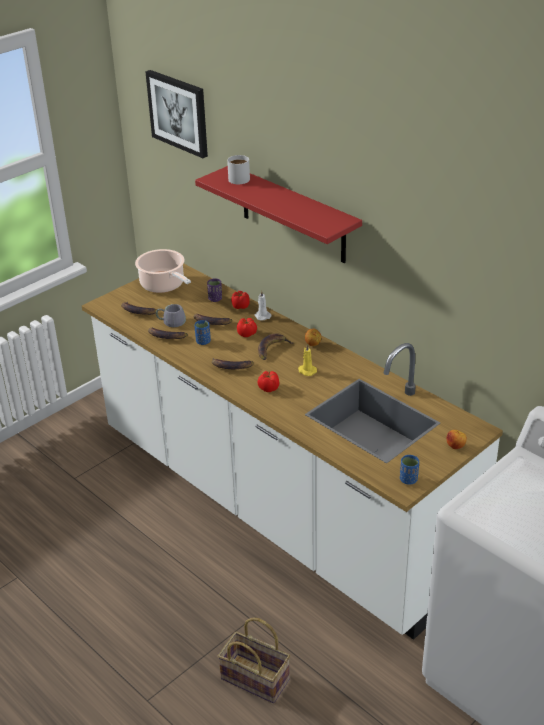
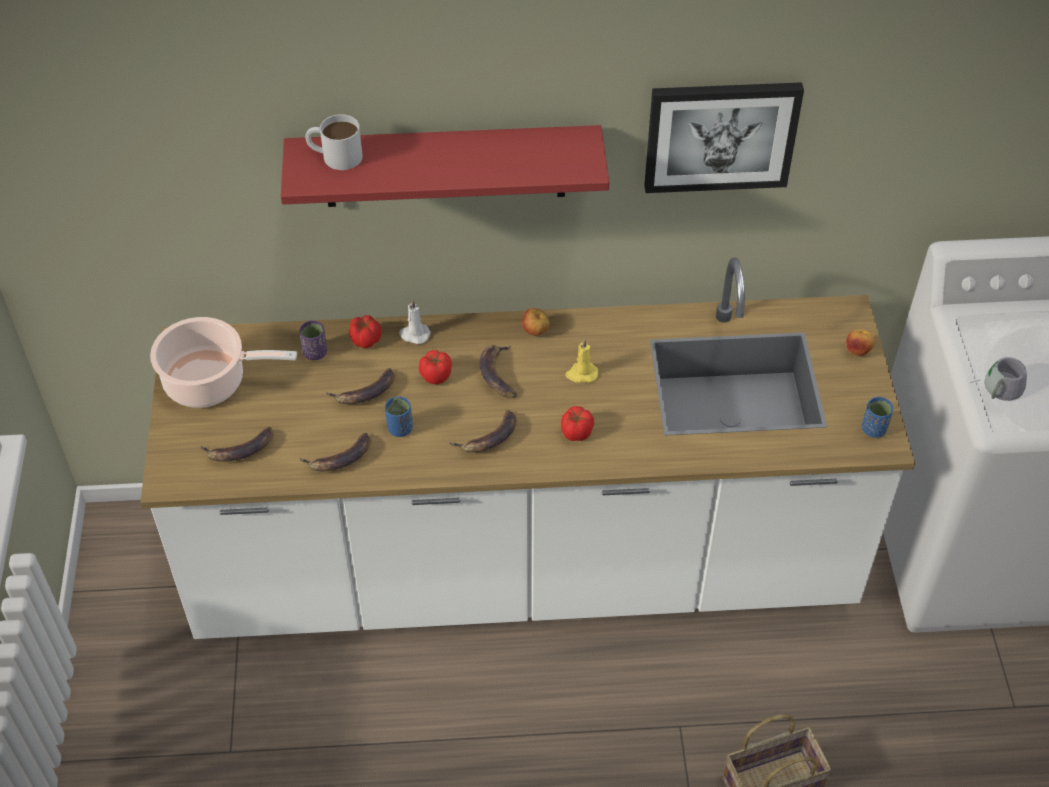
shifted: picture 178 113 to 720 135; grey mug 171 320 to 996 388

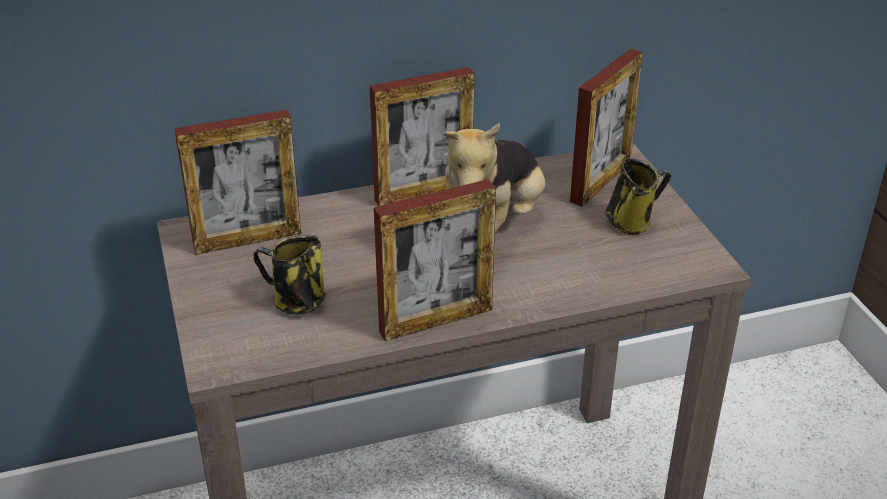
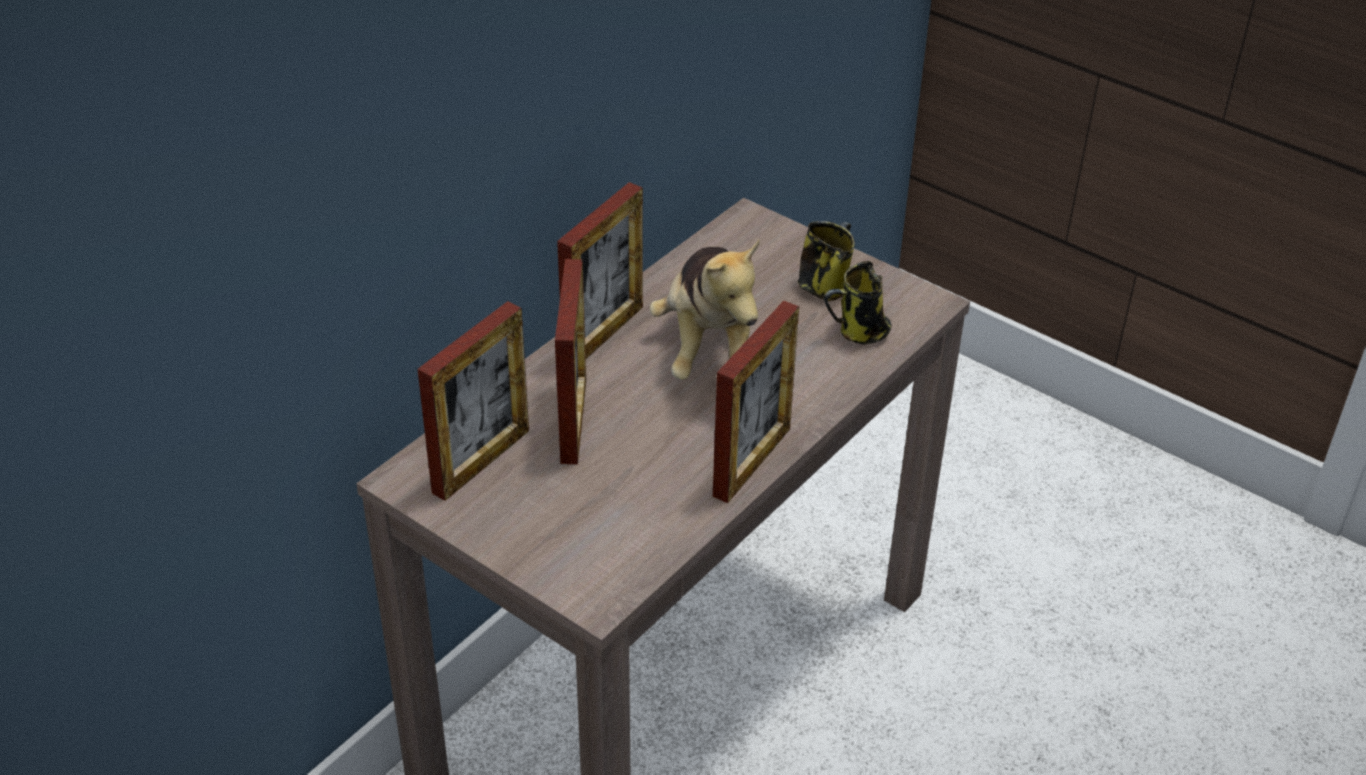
shifted: mug 296 302 to 859 332; picture frame 600 182 to 573 421

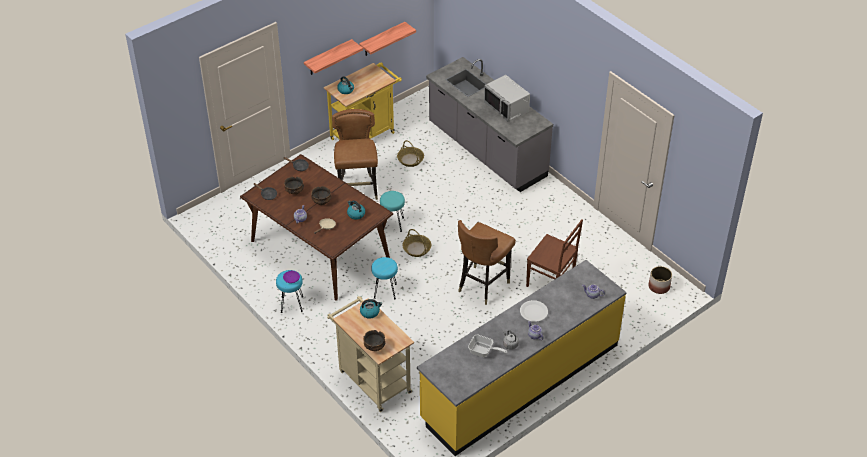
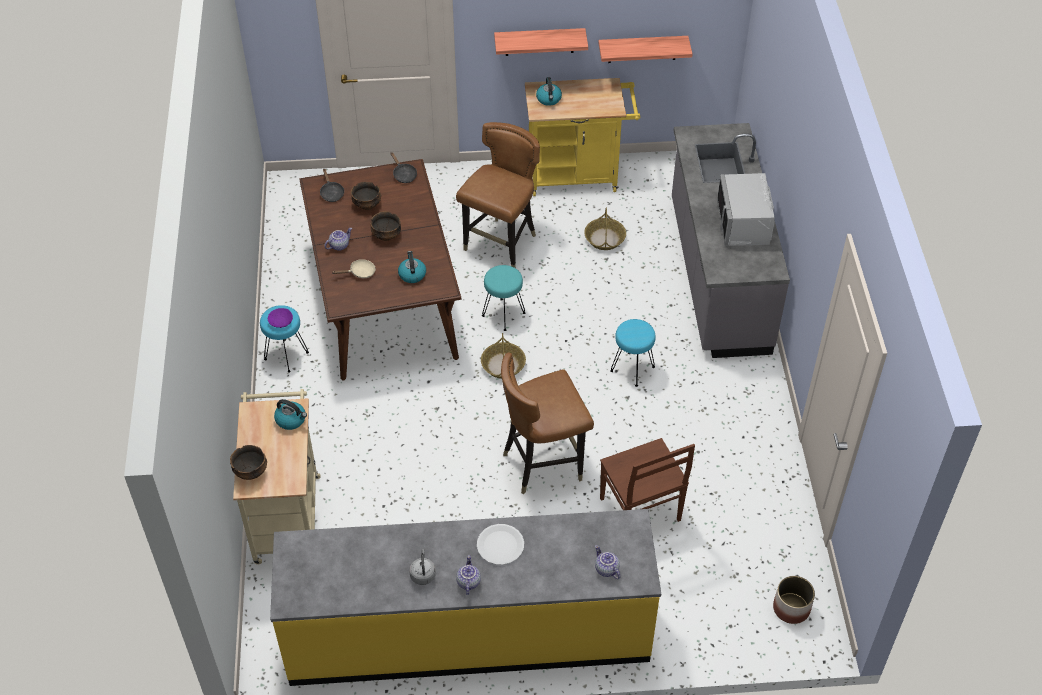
gone: frying pan 483 352
shifted: turquoise stool 385 291 to 632 369

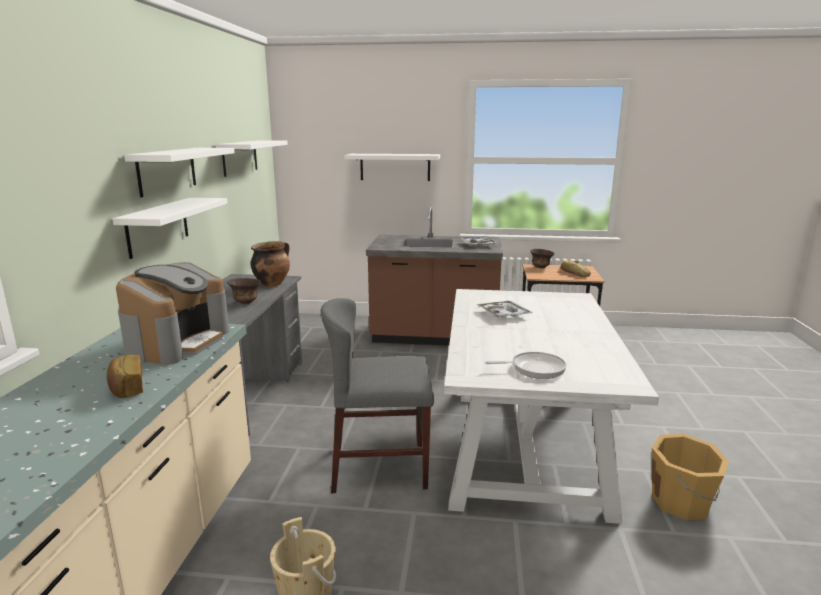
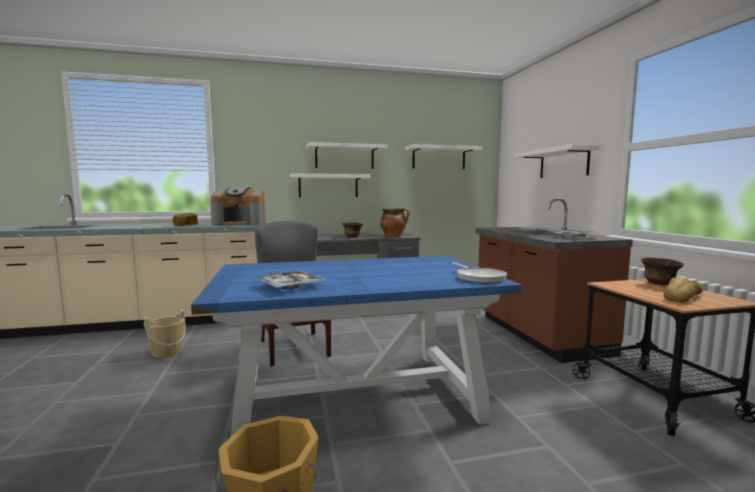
shifted: tray 503 314 to 289 286; frying pan 534 368 to 479 278
repainted: white dining table 523 443 to blue dining table 356 396

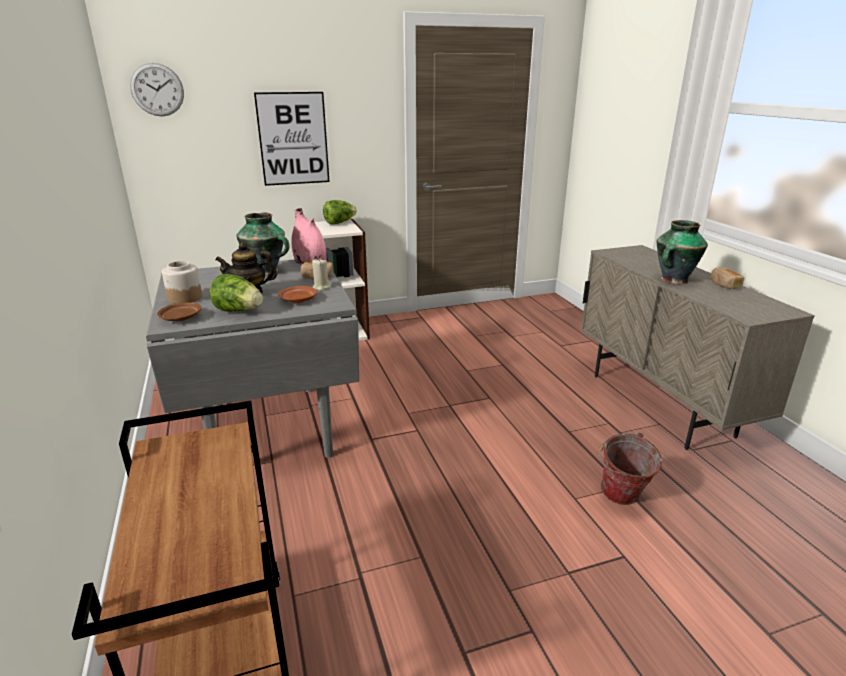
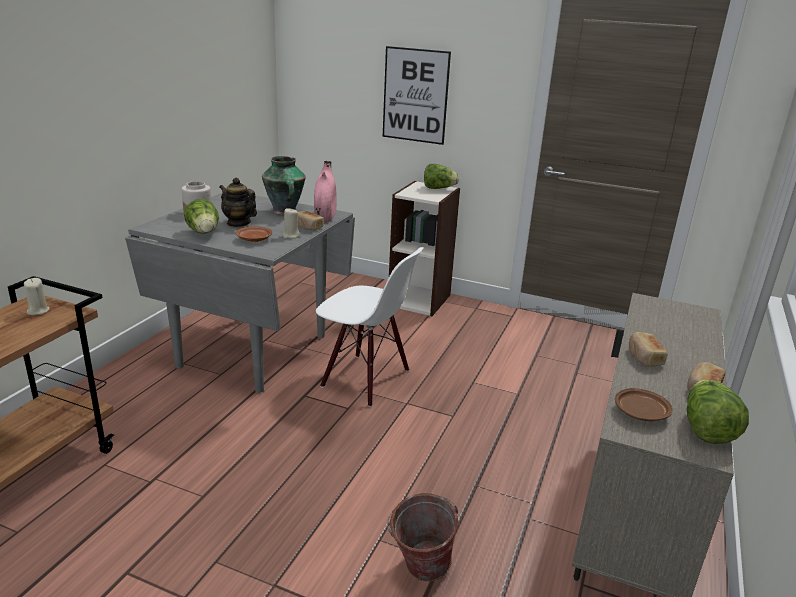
gone: wall clock 157 90
new: beige candle 38 311; white chair 365 379; lettuce 706 429
shifted: brown plate 181 318 to 641 413
swapped: vase 673 280 to bread 644 357

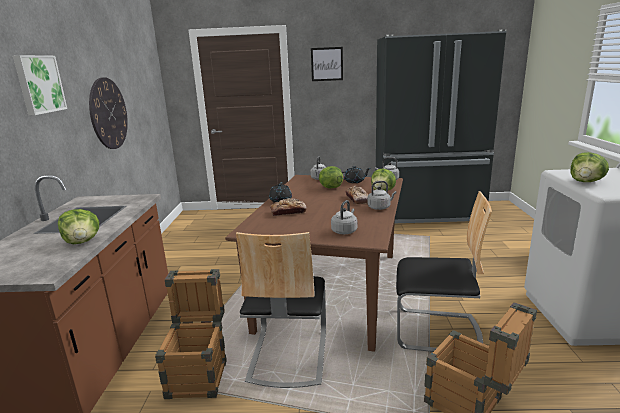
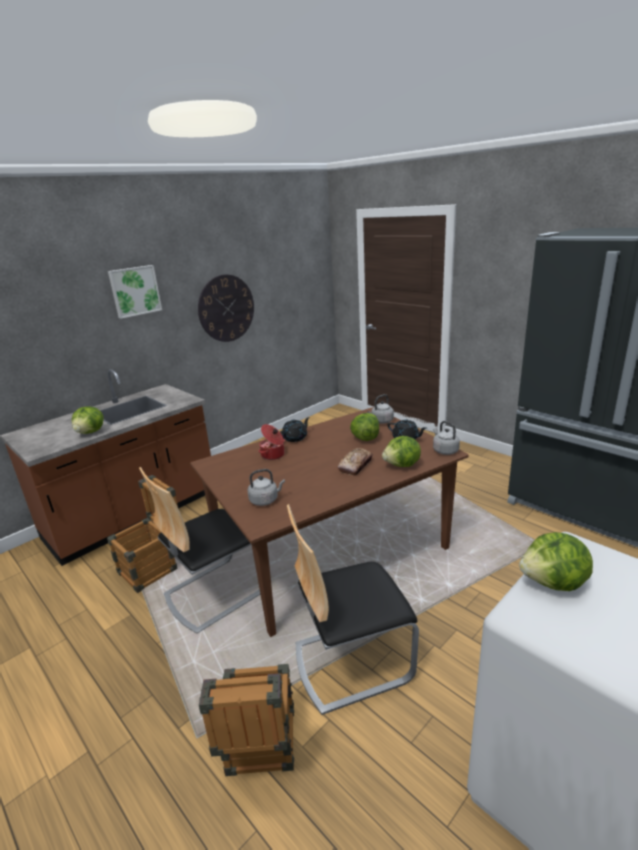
gone: picture 327 64; grey kettle 380 207
swapped: bread 288 212 to cooking pot 273 455
rotated: chair 437 332 = 351 661 105 degrees clockwise

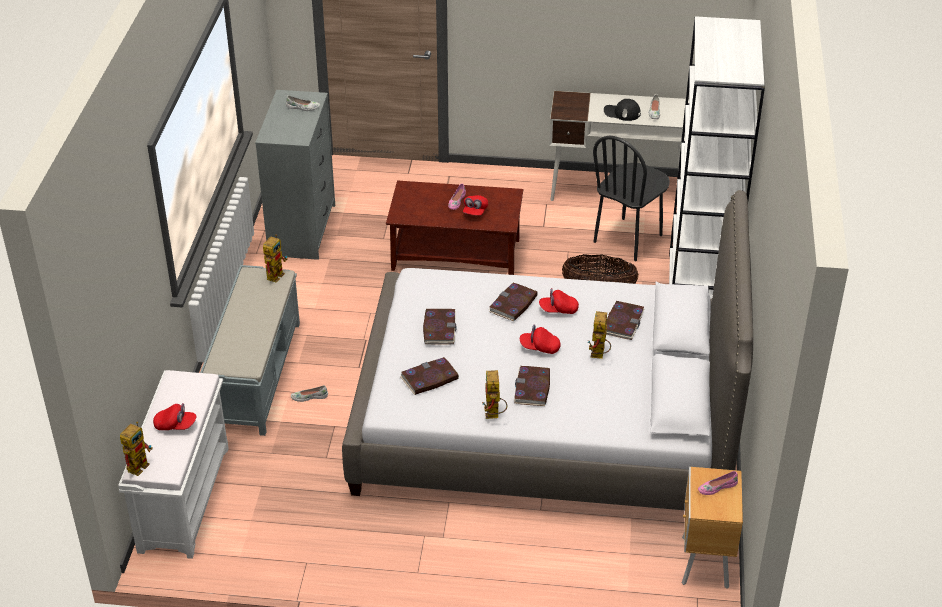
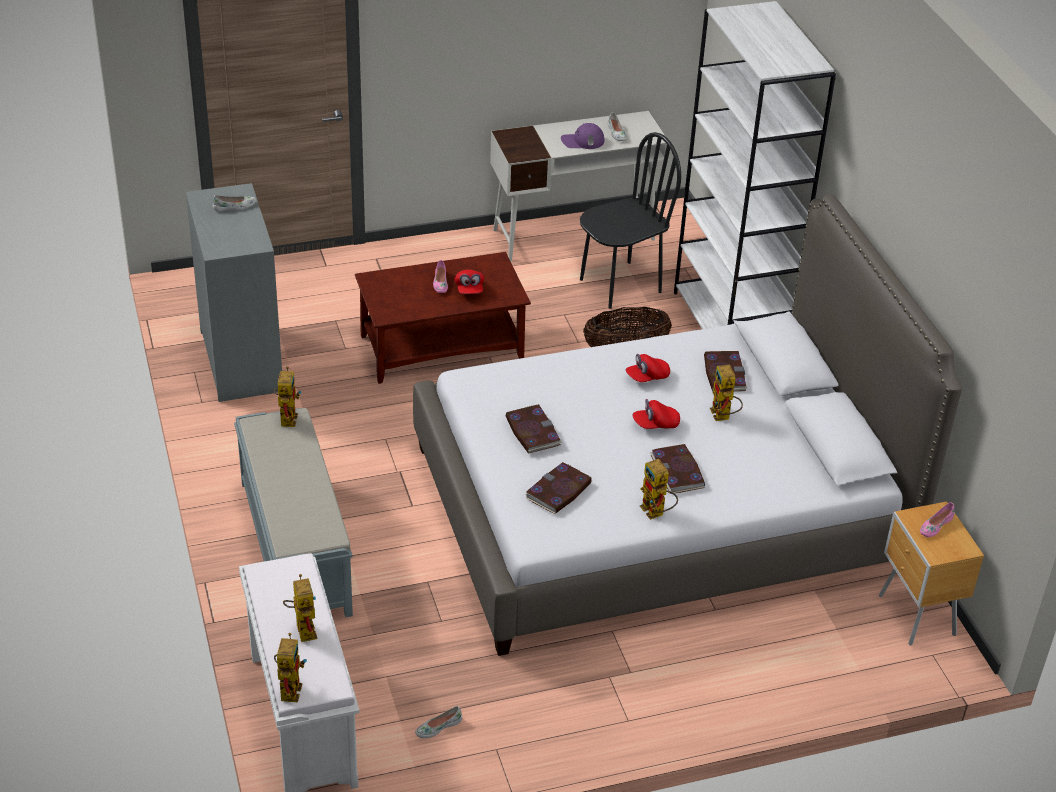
gone: book 513 304
shifted: white shoe 309 397 to 438 727
swapped: red cap 175 425 to toy robot 302 628
repainted: black cap 622 113 to purple cap 582 141
rotated: black chair 628 239 = 620 285 135 degrees counterclockwise

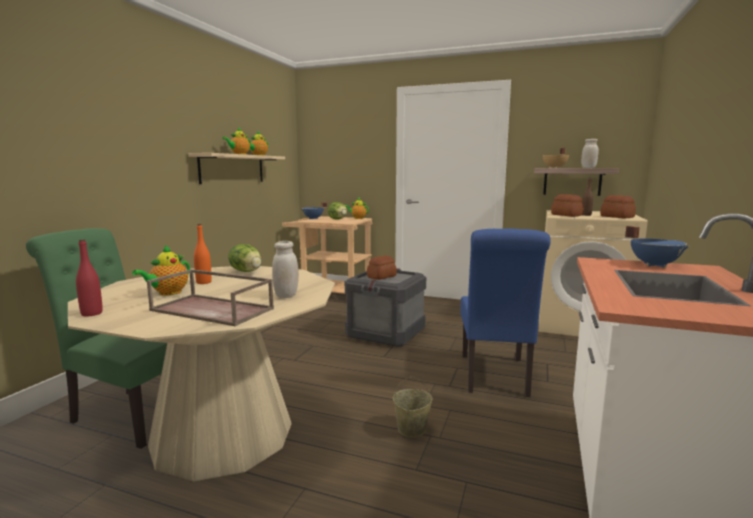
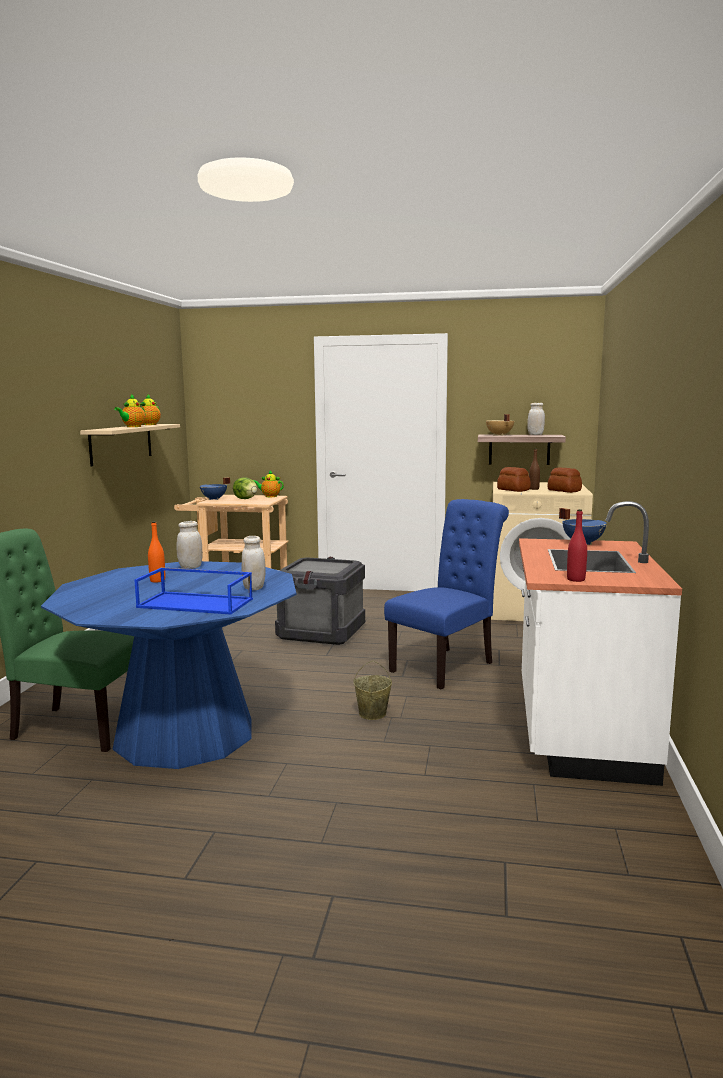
gone: teapot 168 293; bread 381 277
shifted: red bottle 91 313 to 576 579
swapped: lettuce 246 271 to white jar 190 567
repainted: beige dining table 223 434 to blue dining table 185 733; brown tray 214 309 to blue tray 197 603
rotated: blue chair 495 377 = 447 665 135 degrees counterclockwise

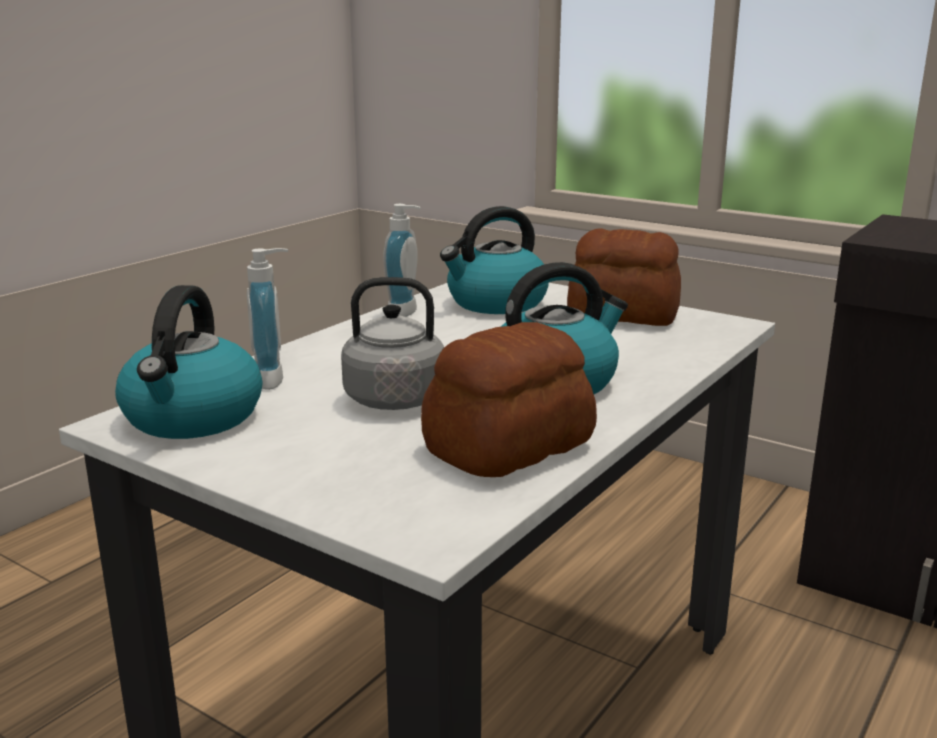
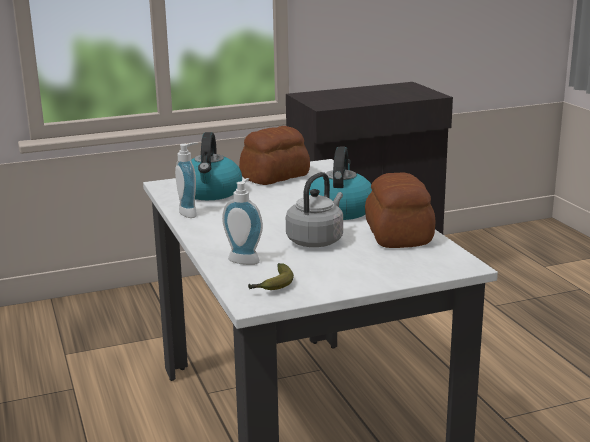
swapped: kettle 193 418 to banana 272 285

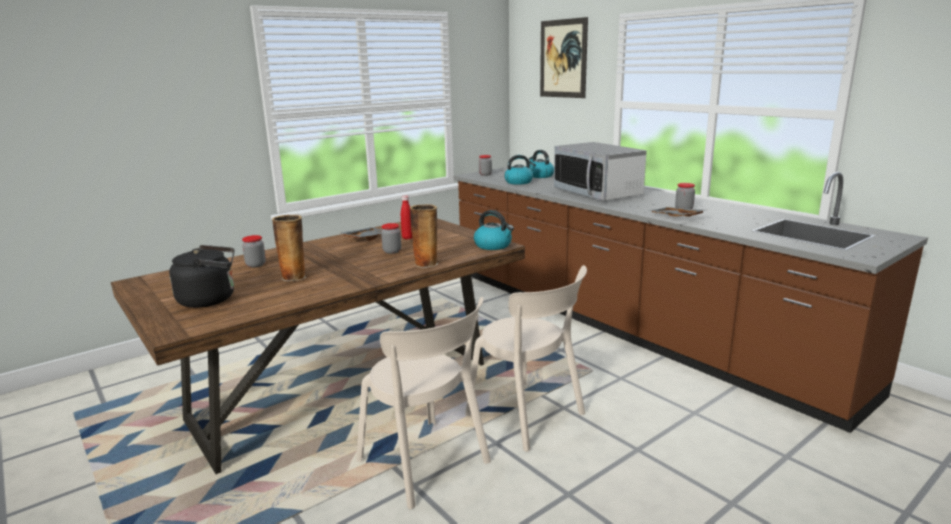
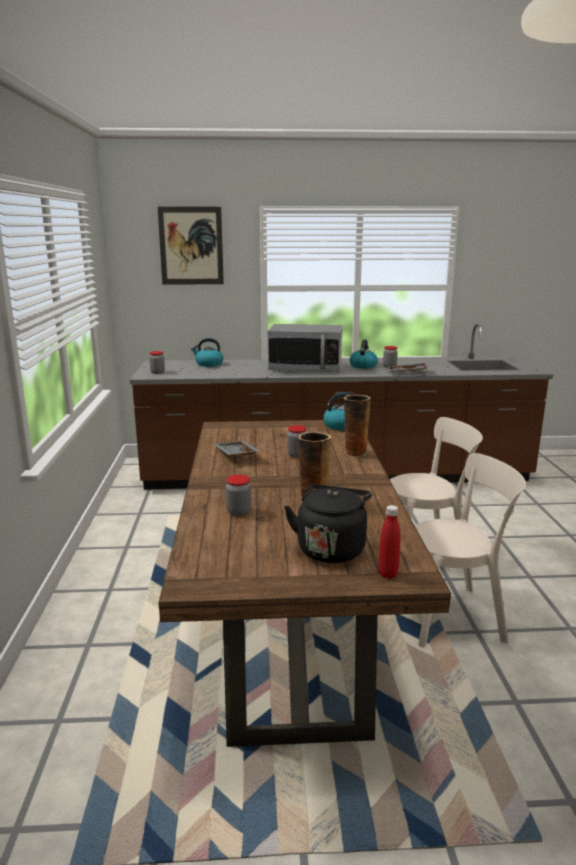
shifted: red bottle 407 238 to 388 574; kettle 519 182 to 363 366

